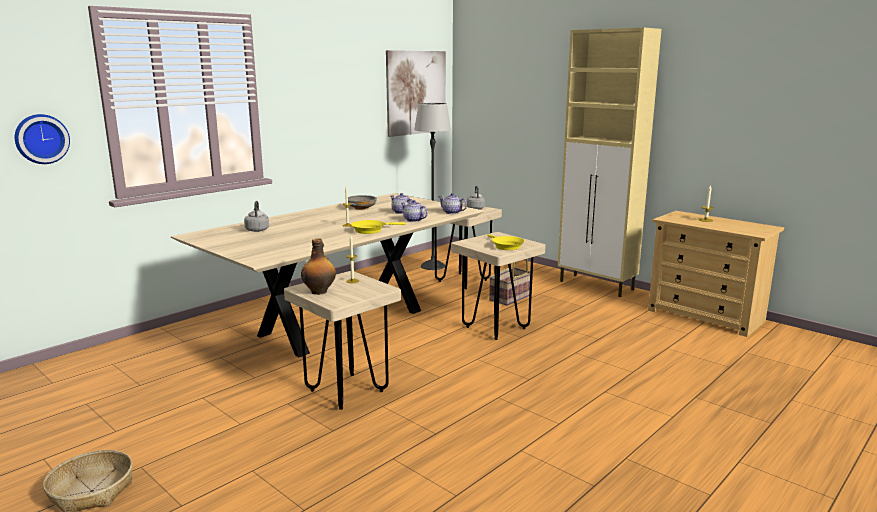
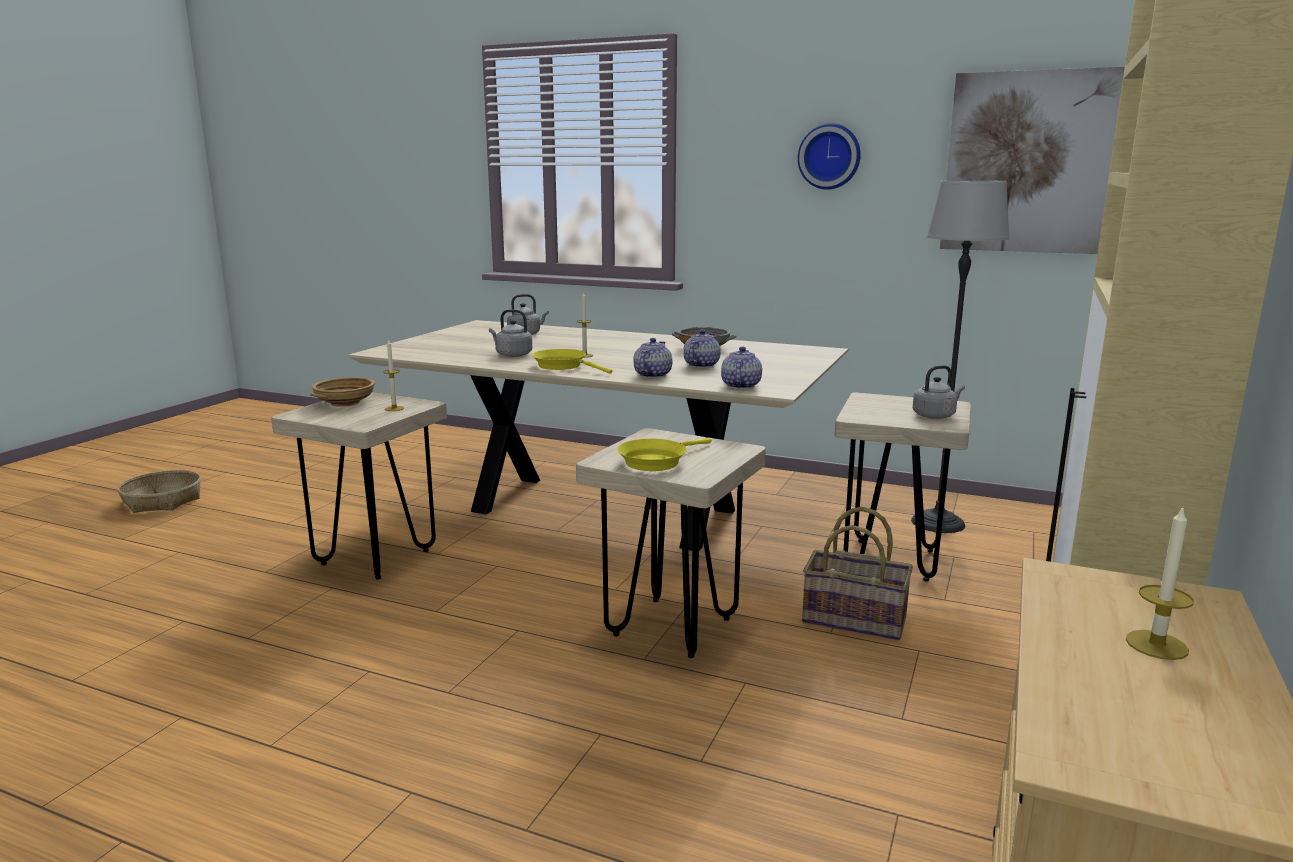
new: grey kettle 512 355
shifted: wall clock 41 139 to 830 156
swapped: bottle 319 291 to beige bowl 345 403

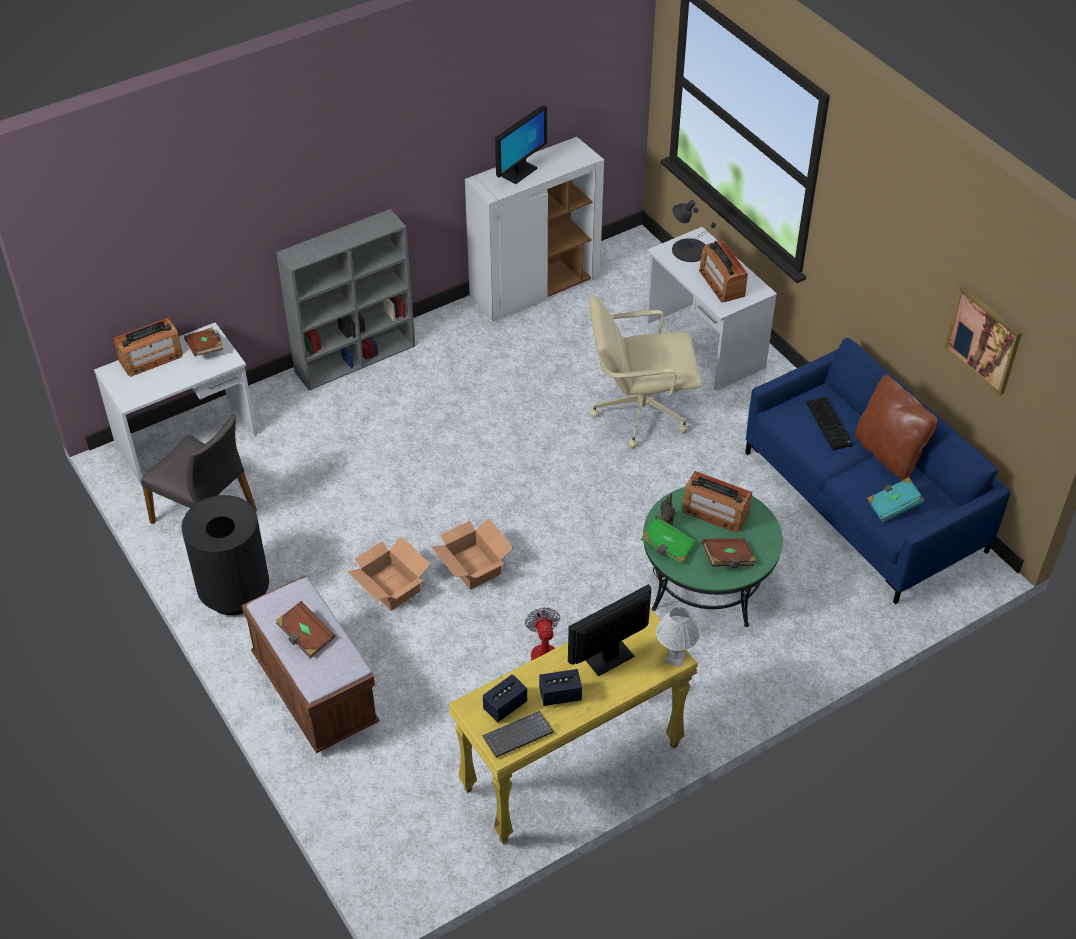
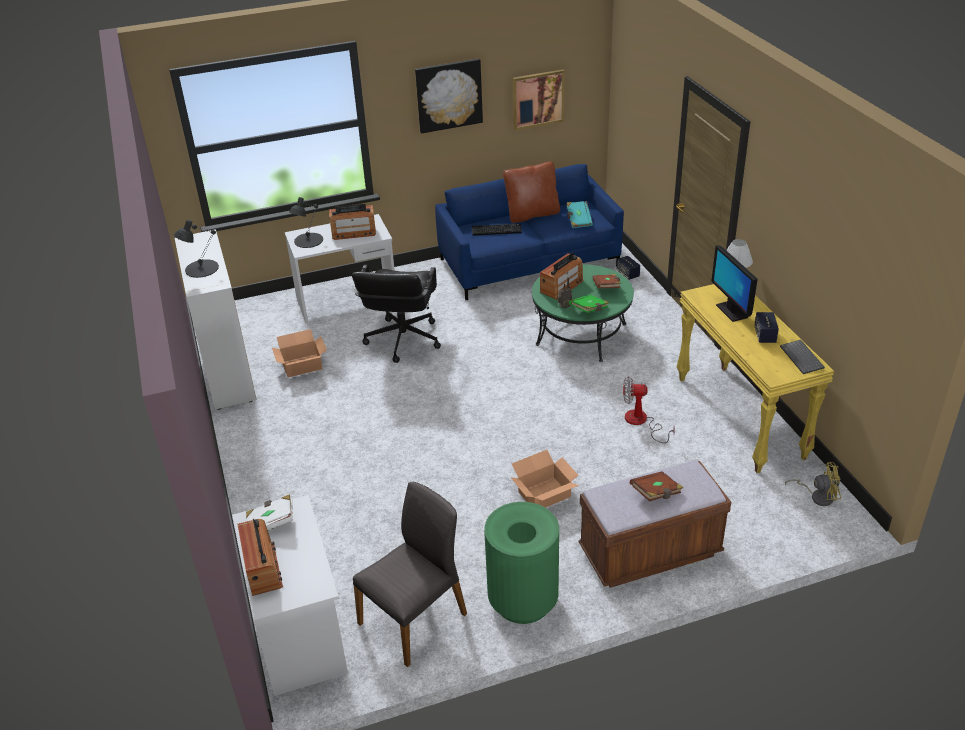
gone: grey bookcase 356 358
new: picture 449 95; yellow fan 817 496
shifted: cardboard box 473 566 to 301 365; speaker 505 706 to 628 274
swapped: monitor 519 173 to black table lamp 201 268
repainted: black trash can 235 593 to green trash can 523 601; brown book 206 349 to white book 271 523; beige office chair 639 412 to black office chair 402 340

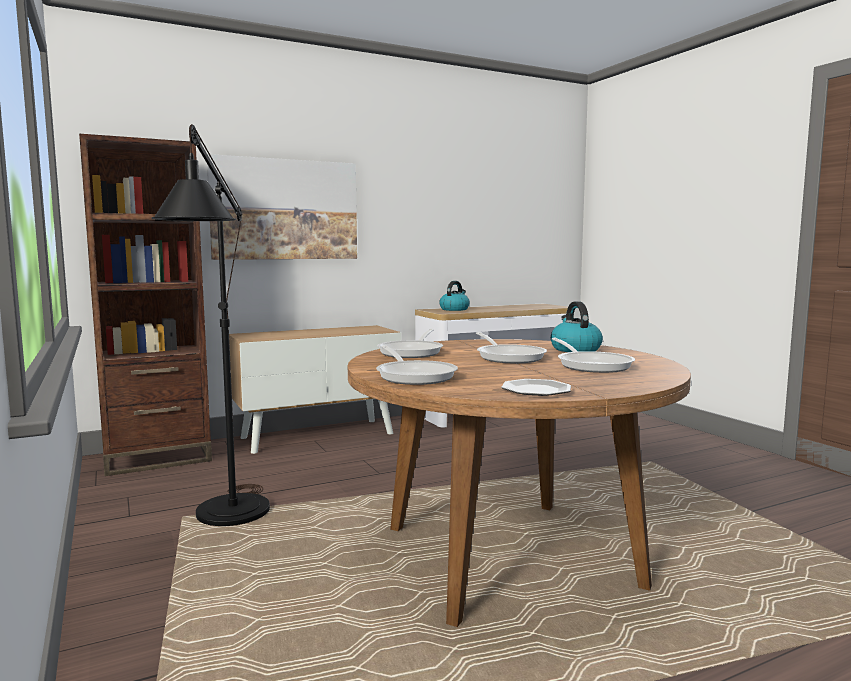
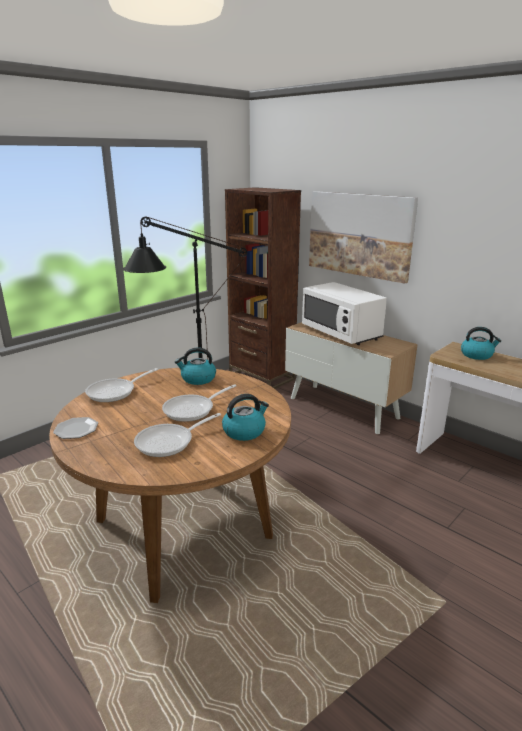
new: white microwave 341 333
swapped: frying pan 413 352 to kettle 198 379

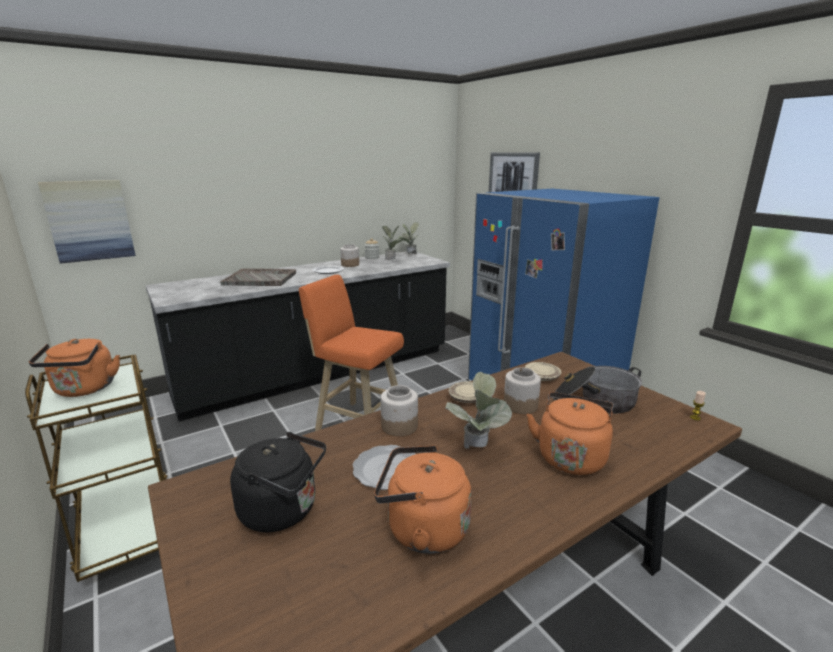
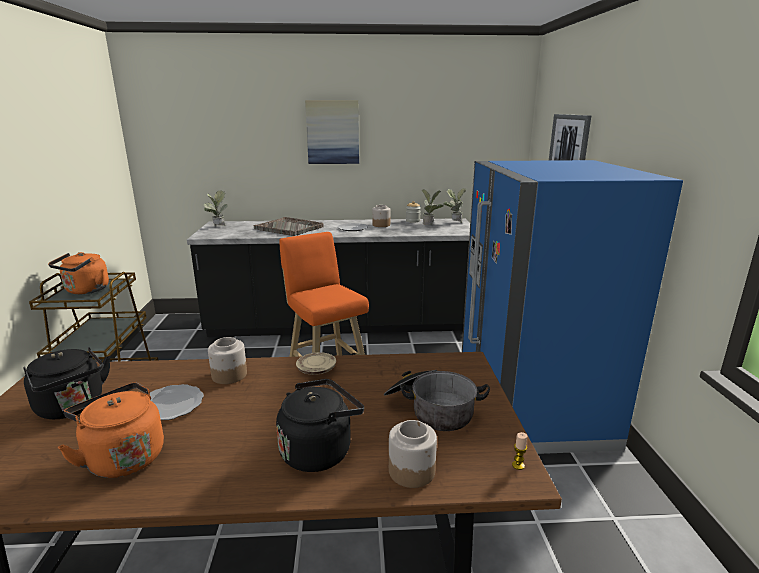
gone: beige plate 542 377
shifted: picture 89 220 to 333 132; potted plant 477 450 to 217 227; jar 520 405 to 412 471
repainted: orange kettle 570 456 to black kettle 319 450

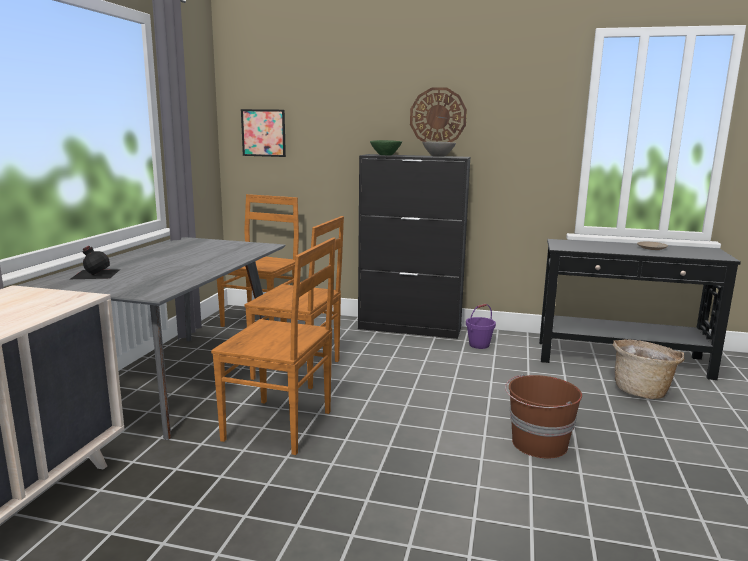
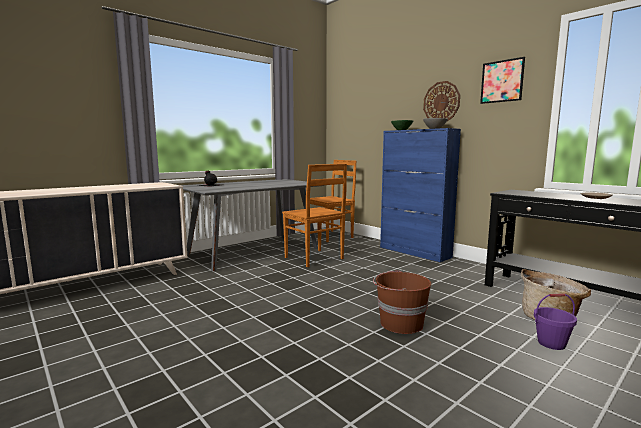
gone: brown chair 281 426
shifted: picture 263 133 to 502 81; purple bucket 479 345 to 551 343
repainted: black cabinet 410 328 to blue cabinet 414 252

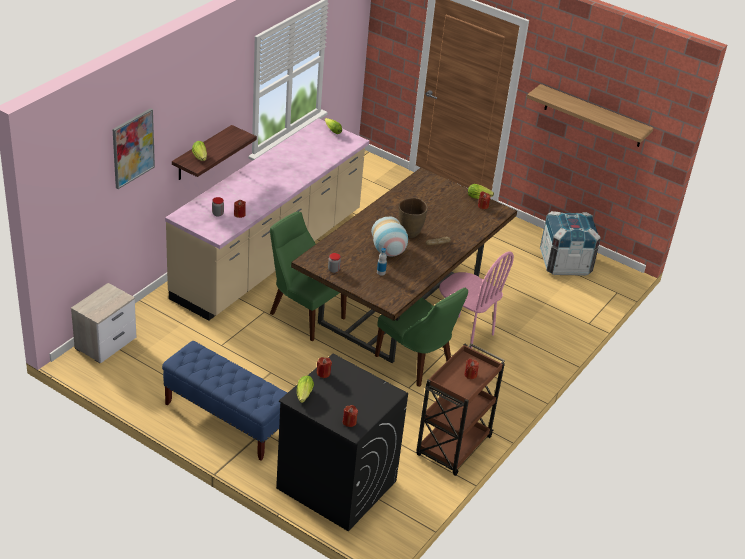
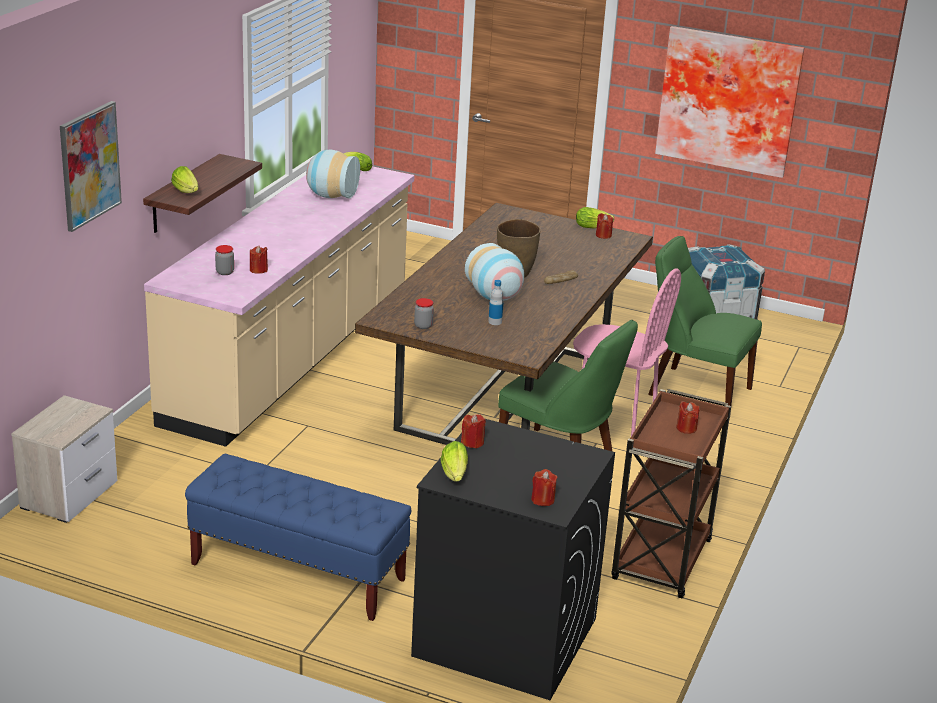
new: vase 330 196
shifted: green chair 304 314 to 694 390
swapped: shelf 593 116 to picture 729 100

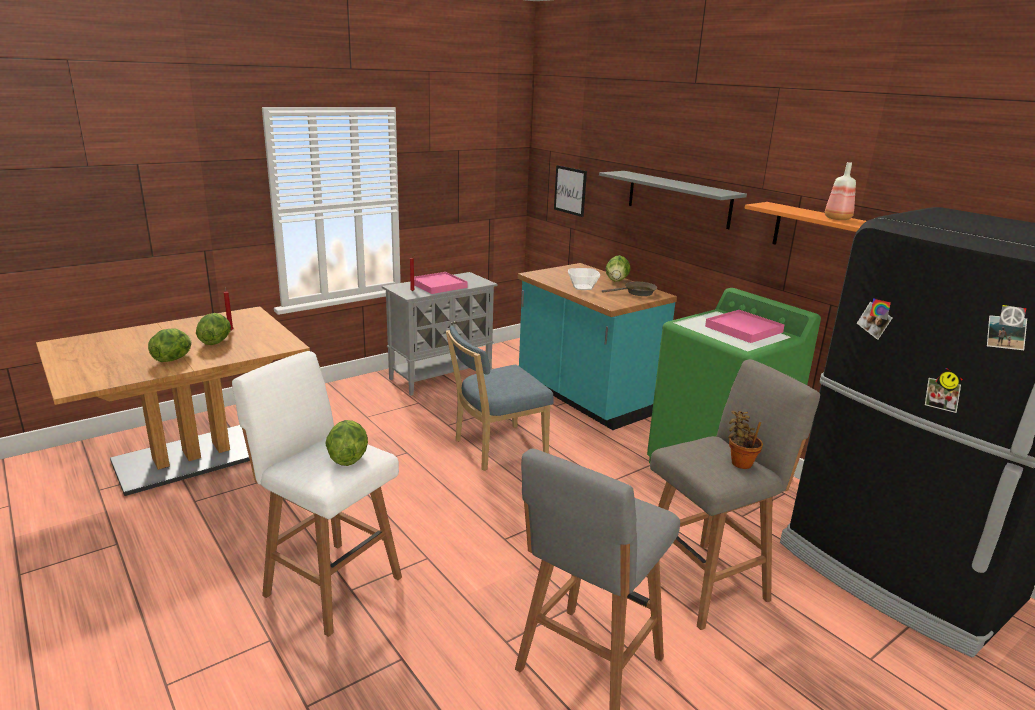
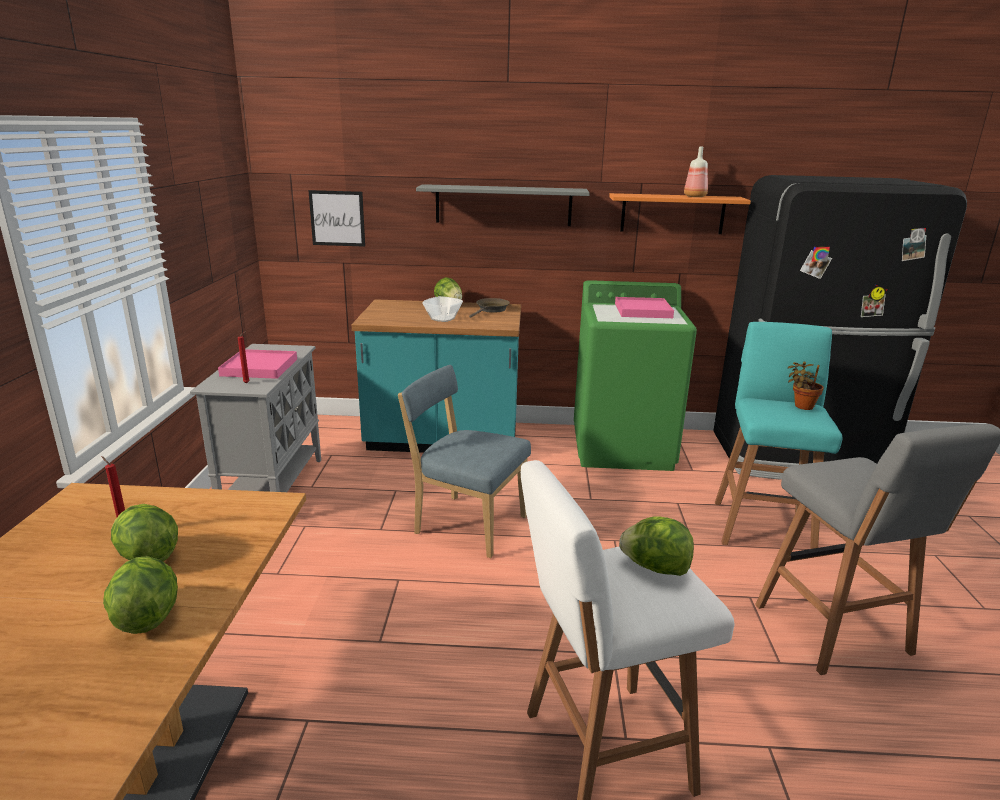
repainted: grey stool 706 582 to turquoise stool 762 525
rotated: blue chair 496 449 = 466 524 105 degrees clockwise

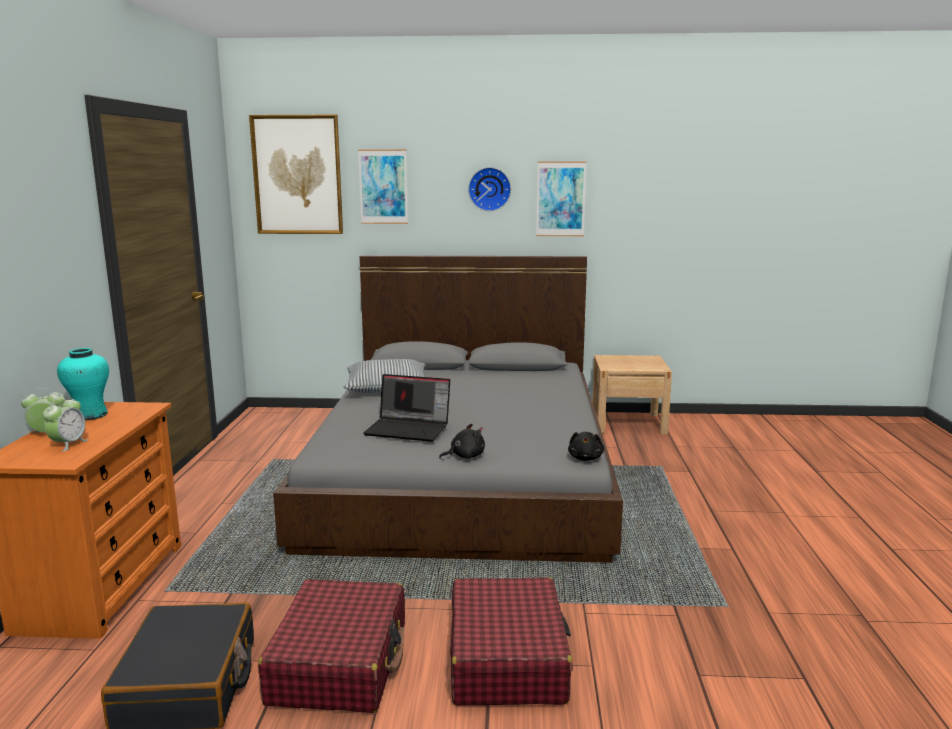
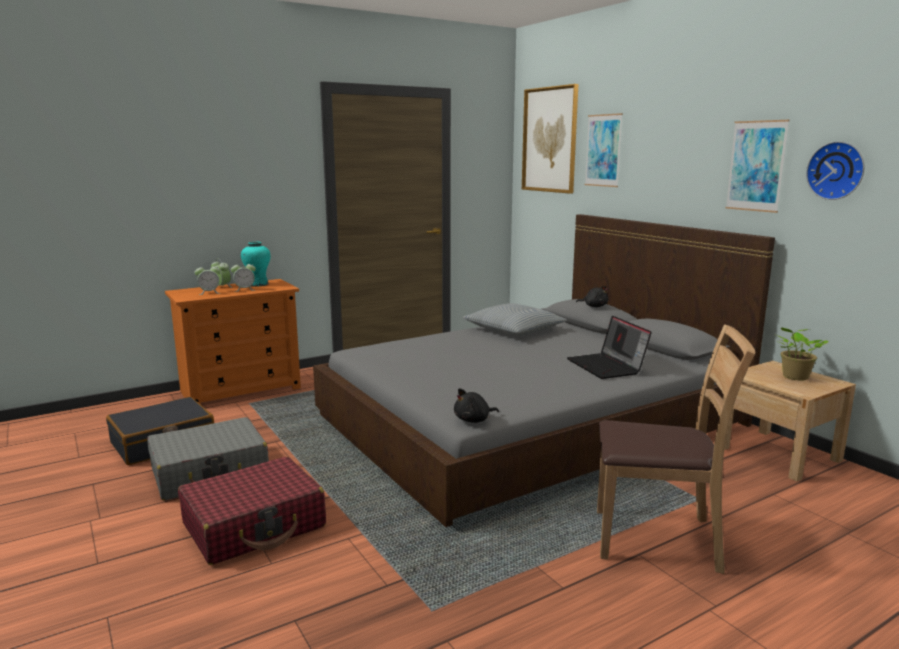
new: alarm clock 244 289; brown chair 657 539; potted plant 794 377
shifted: laptop 409 429 to 607 366; black plush toy 465 456 to 594 306; wall clock 489 189 to 837 170
repainted: red suitcase 340 663 to grey suitcase 210 473

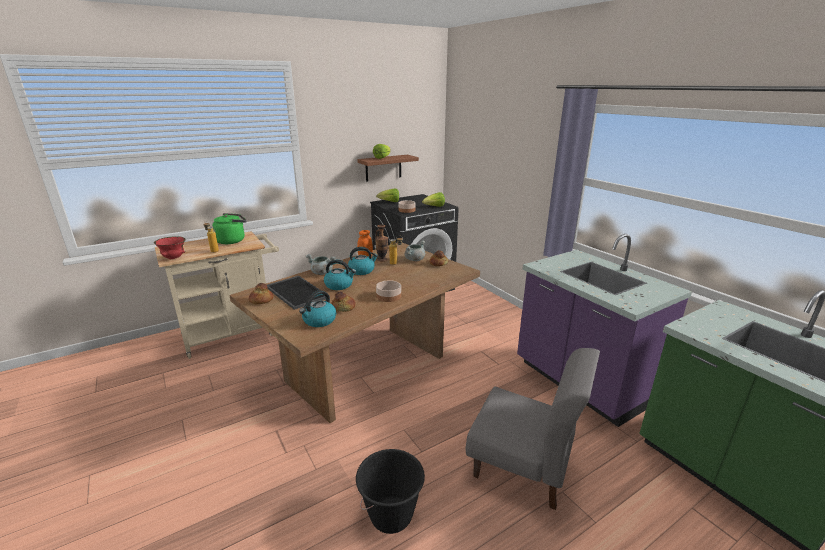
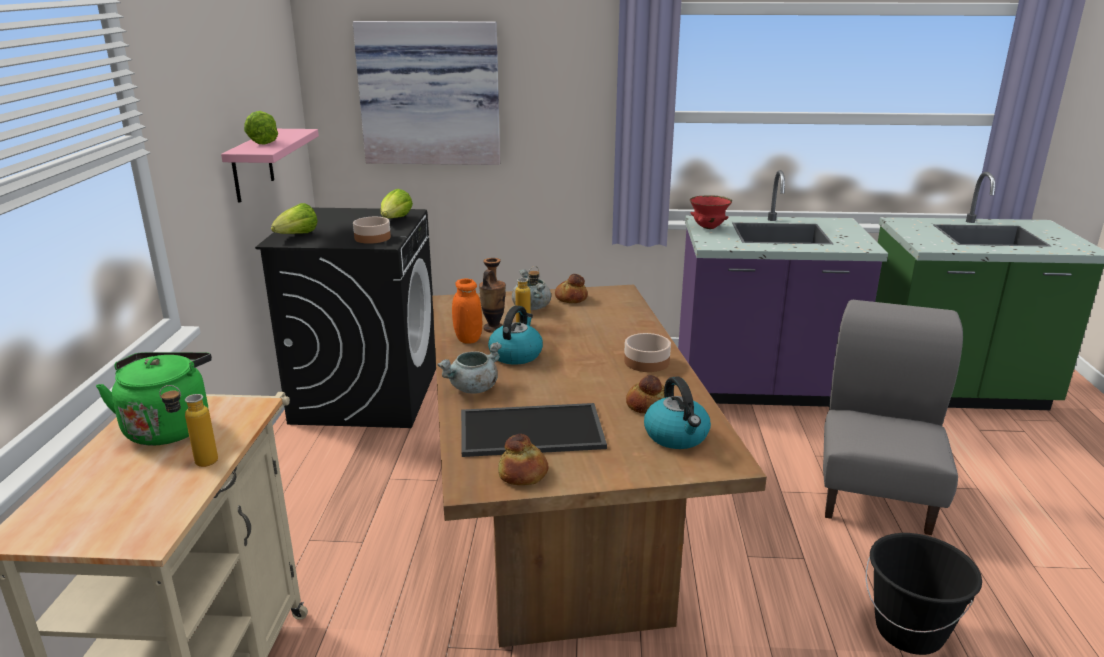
gone: kettle 339 285
new: picture 430 93
shifted: red bowl 173 258 to 709 228
repainted: brown shelf 383 168 to pink shelf 252 165
rotated: grey chair 522 466 = 876 494 45 degrees counterclockwise

